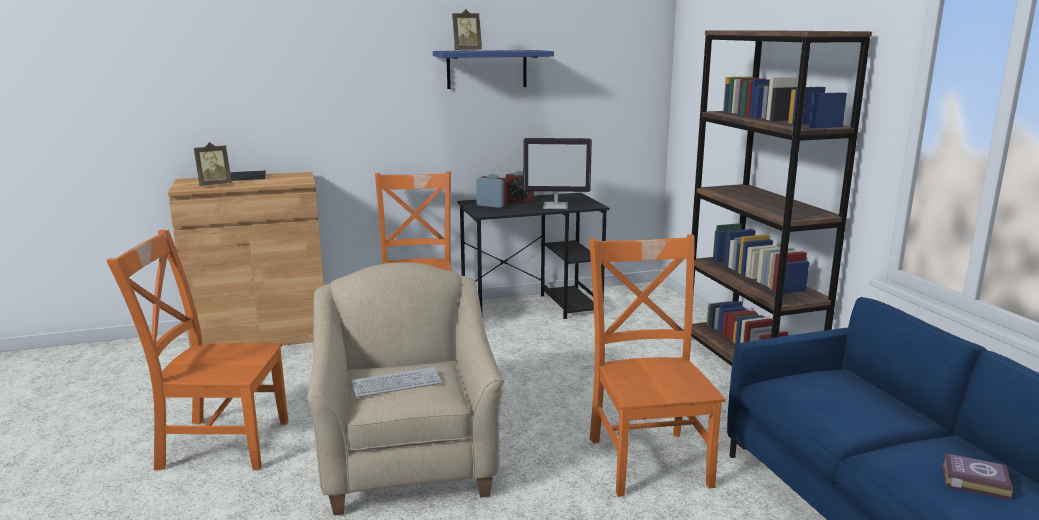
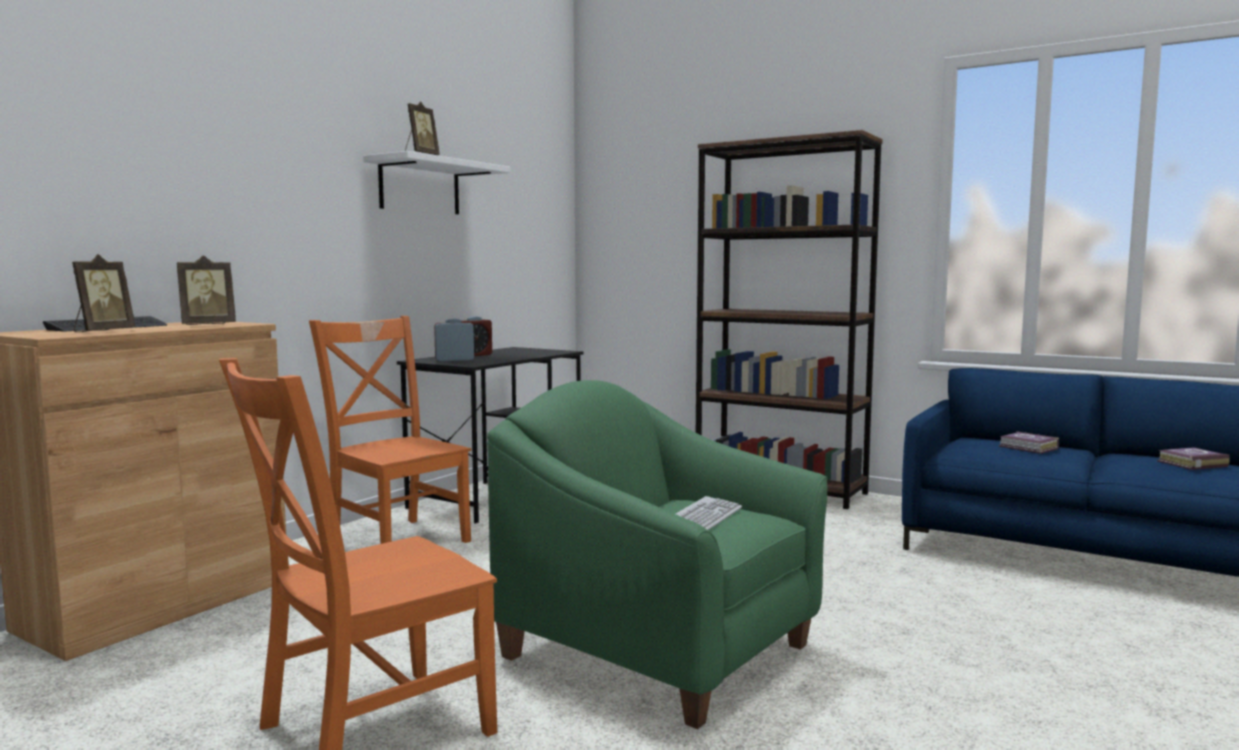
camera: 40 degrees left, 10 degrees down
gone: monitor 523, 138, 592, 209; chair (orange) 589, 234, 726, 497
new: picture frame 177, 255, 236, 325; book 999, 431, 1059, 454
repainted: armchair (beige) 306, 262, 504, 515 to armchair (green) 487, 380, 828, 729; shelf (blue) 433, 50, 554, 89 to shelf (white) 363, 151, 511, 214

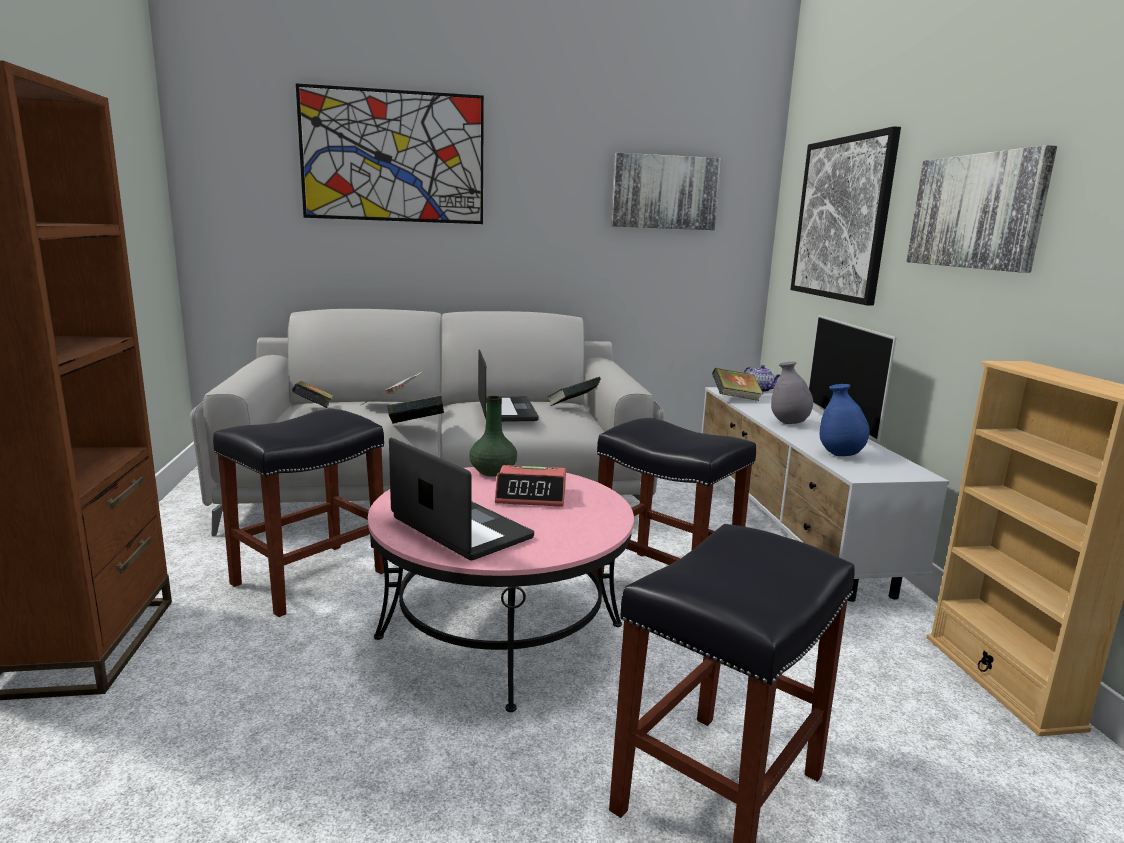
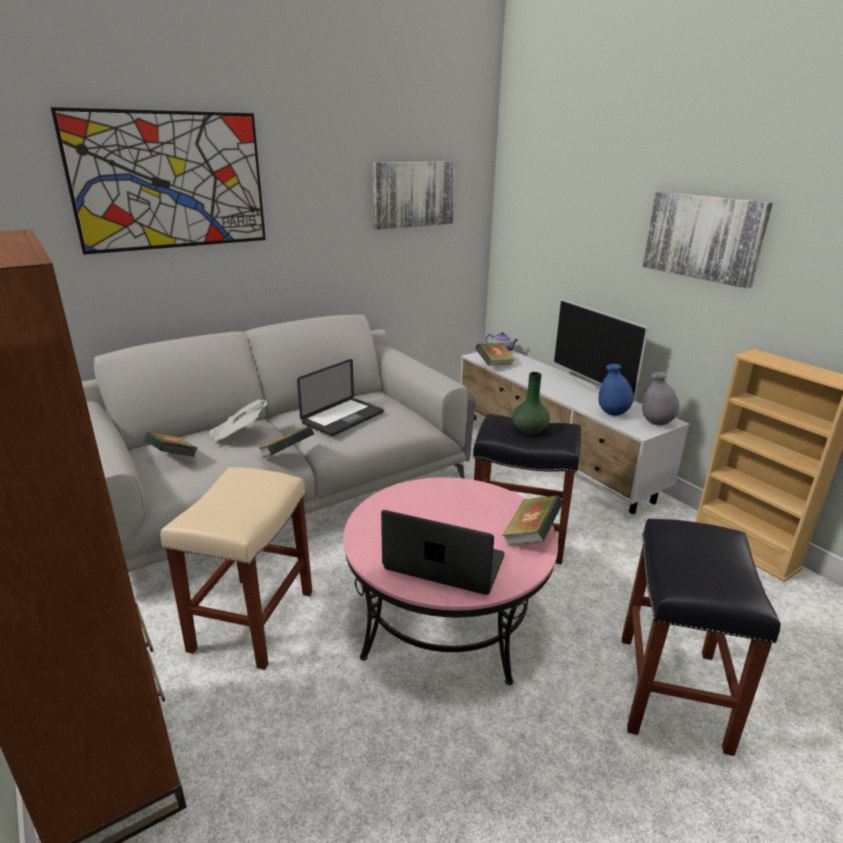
camera: 25 degrees left, 10 degrees up
gone: alarm clock 495, 465, 566, 507; picture 790, 126, 901, 306
shifted: vase (green) 469, 396, 517, 477 to 512, 372, 550, 434; book 547, 377, 601, 406 to 502, 495, 563, 546; vase (grey) 771, 362, 813, 424 to 642, 372, 679, 425
repainted: stool (black) 213, 409, 384, 617 to stool (beige) 161, 467, 312, 670
rotated: laptop 478, 349, 539, 422 = 297, 359, 384, 436 75 degrees clockwise

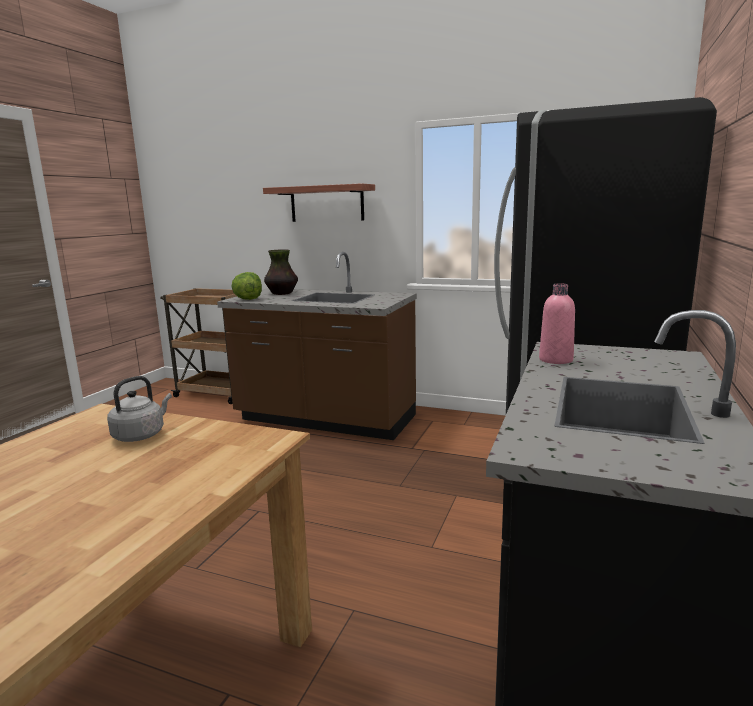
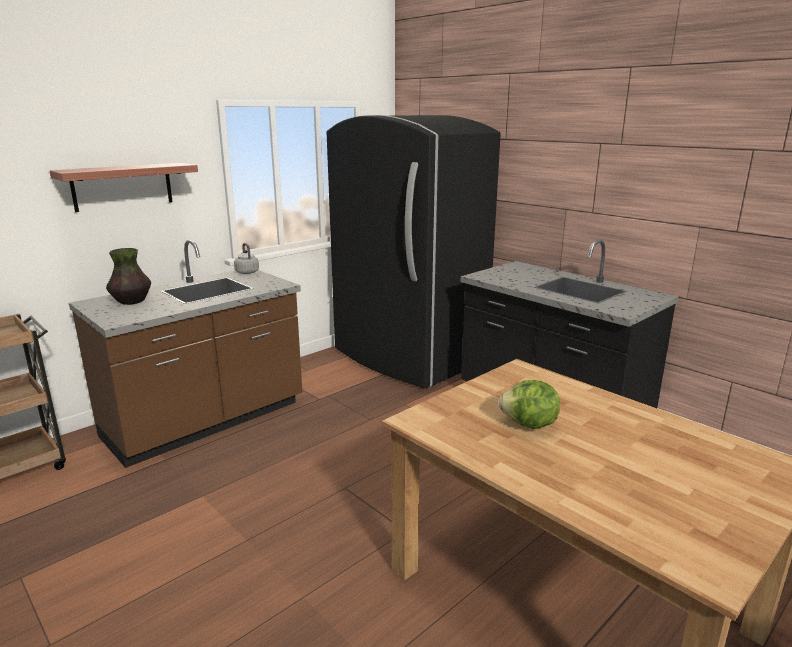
camera: 65 degrees left, 5 degrees up
gone: bottle (pink) 539, 284, 575, 364
shifted: kettle (grey) 107, 376, 172, 442 to 234, 243, 259, 274; lettuce 232, 272, 262, 300 to 498, 380, 560, 429

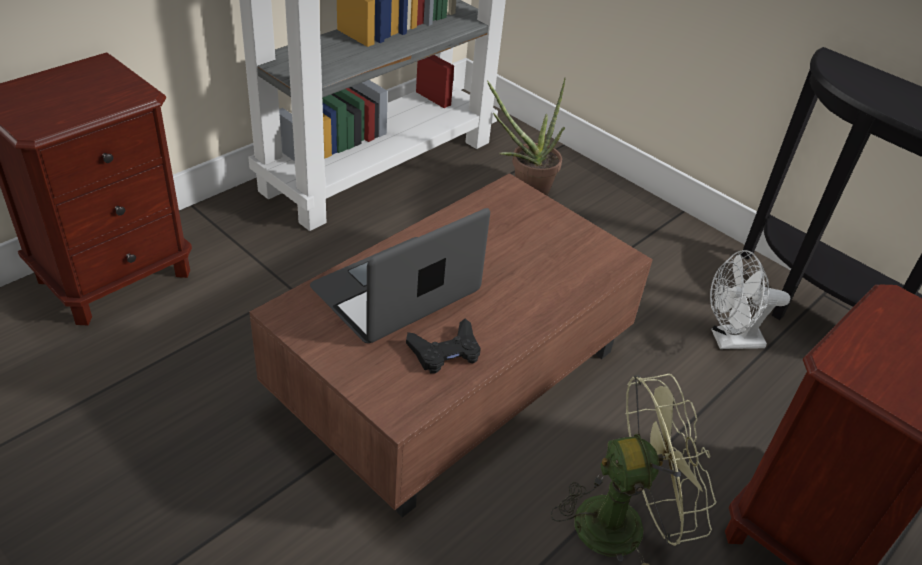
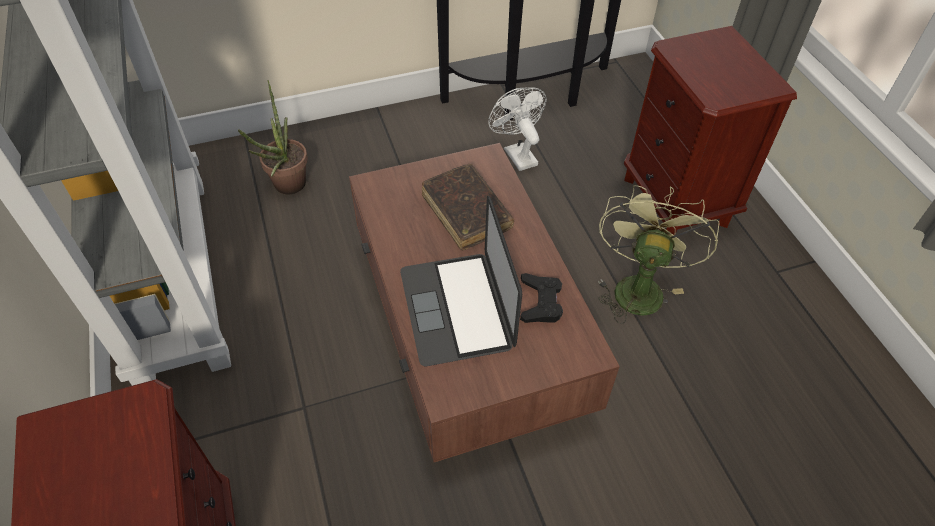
camera: 60 degrees left, 10 degrees up
new: book (brown) 422, 164, 514, 250
rotated: fan (white) 710, 250, 790, 349 = 488, 87, 547, 171 135 degrees clockwise

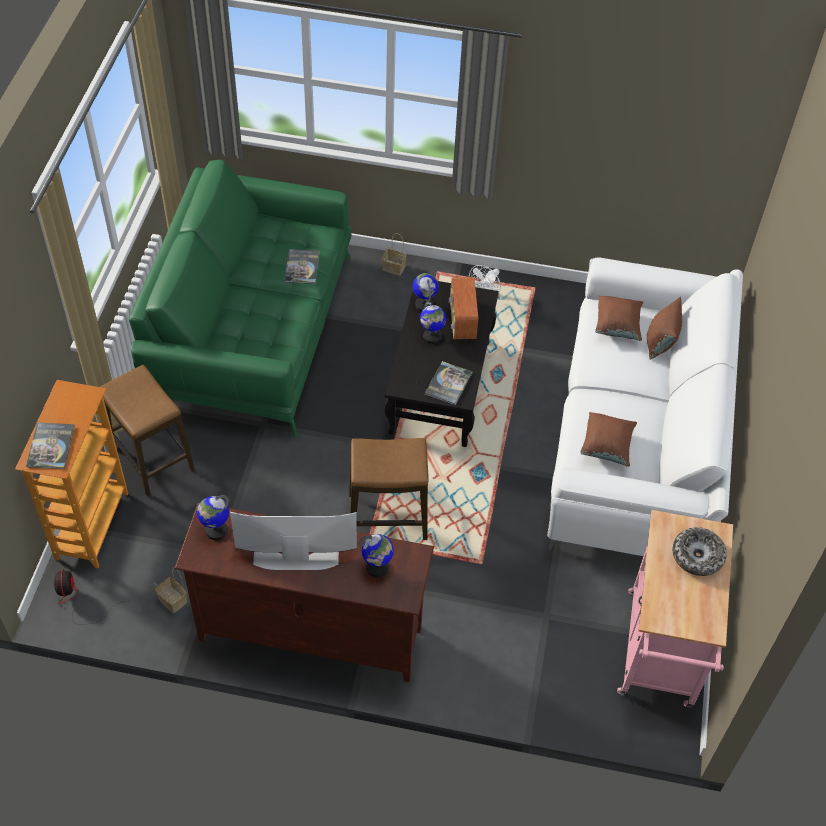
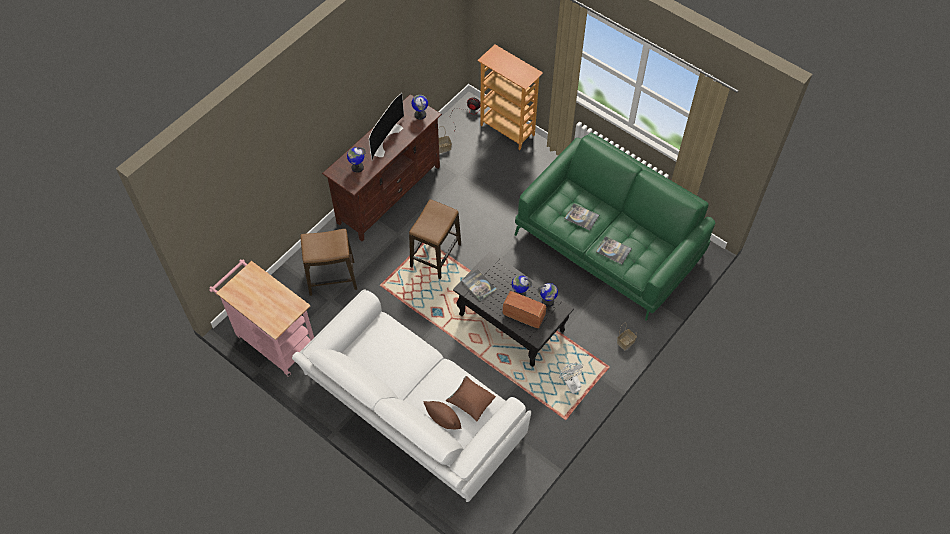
camera: 120 degrees right, 5 degrees up
gone: pillow (brown) 580, 412, 637, 467; bowl 673, 527, 727, 576
shifted: book 26, 423, 75, 469 to 564, 204, 599, 230; stool 100, 365, 195, 496 to 301, 229, 357, 296

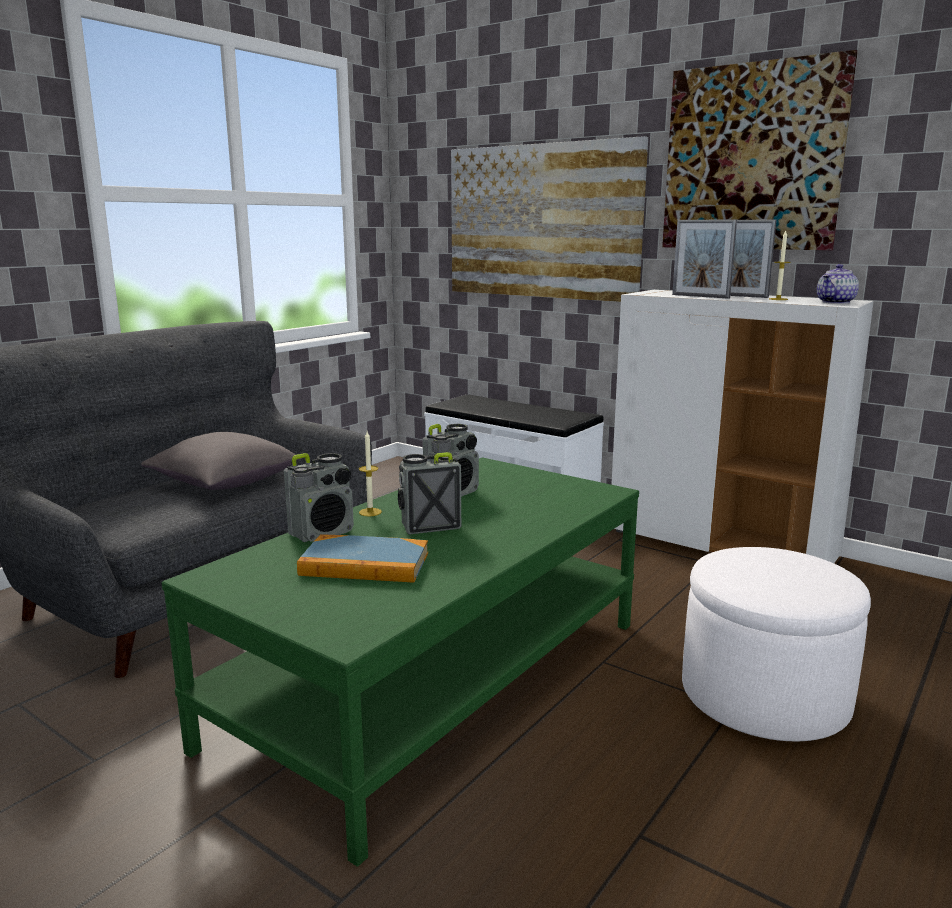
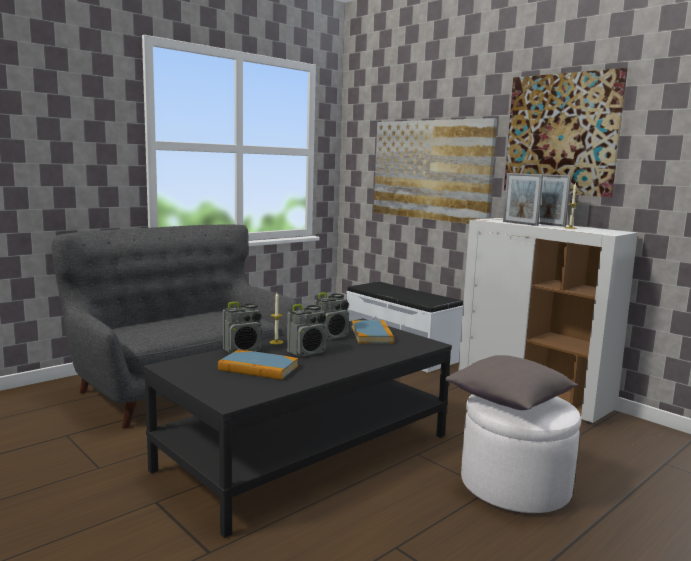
camera: 10 degrees right, 5 degrees down
gone: teapot 817, 264, 859, 304
new: book 352, 320, 394, 343
shifted: pillow (grey) 141, 432, 302, 490 to 445, 355, 578, 410
repainted: coffee table (green) 162, 457, 639, 867 to coffee table (black) 144, 319, 452, 538
rotated: radio 398, 452, 461, 535 = 287, 304, 326, 356 150 degrees clockwise

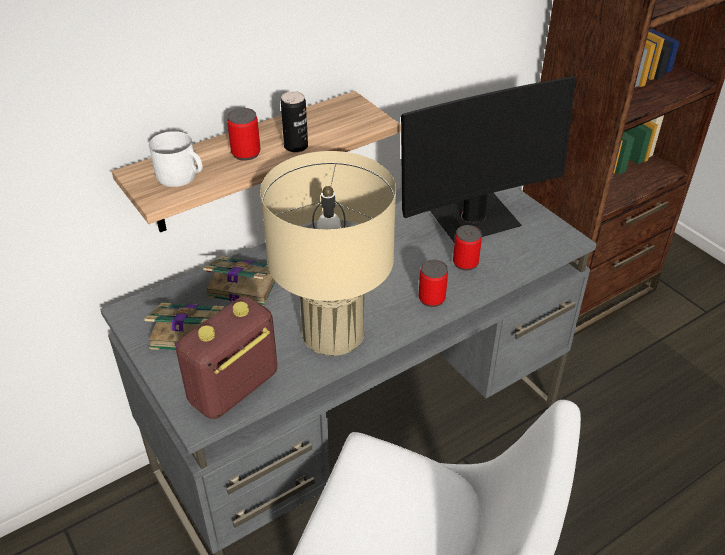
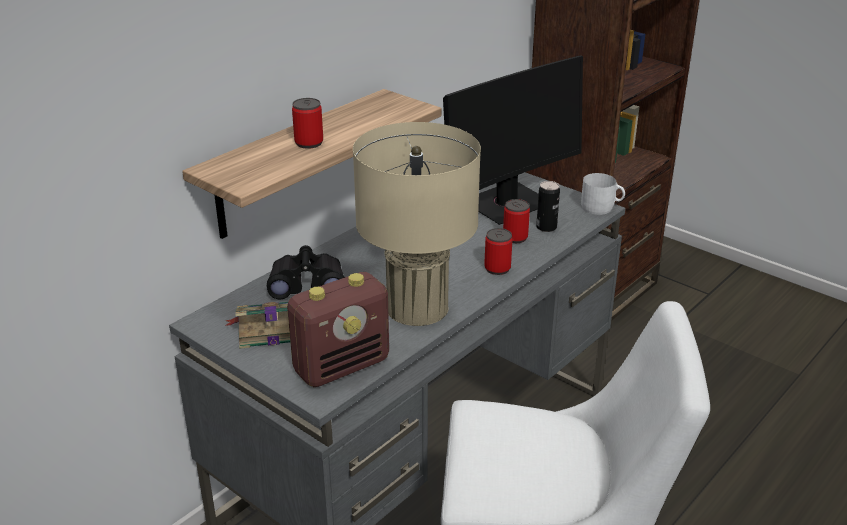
camera: 15 degrees left, 10 degrees down
shifted: mug (white) 149, 131, 203, 187 to 581, 173, 625, 215; can 281, 91, 308, 153 to 536, 181, 560, 232
swapped: book 203, 256, 275, 307 to binoculars (black) 267, 245, 345, 300
rotated: radio 176, 296, 277, 419 = 287, 272, 389, 387 150 degrees counterclockwise

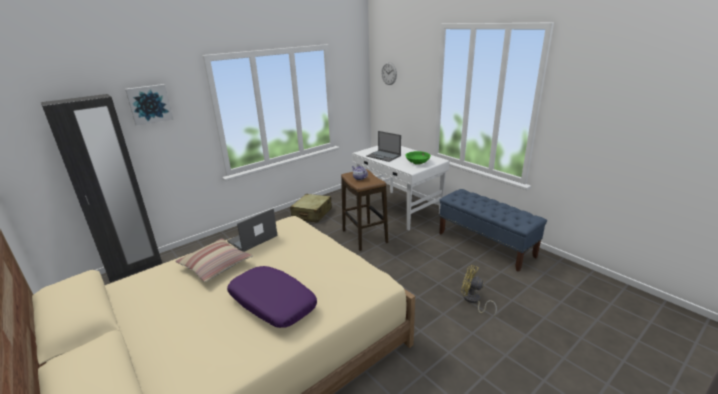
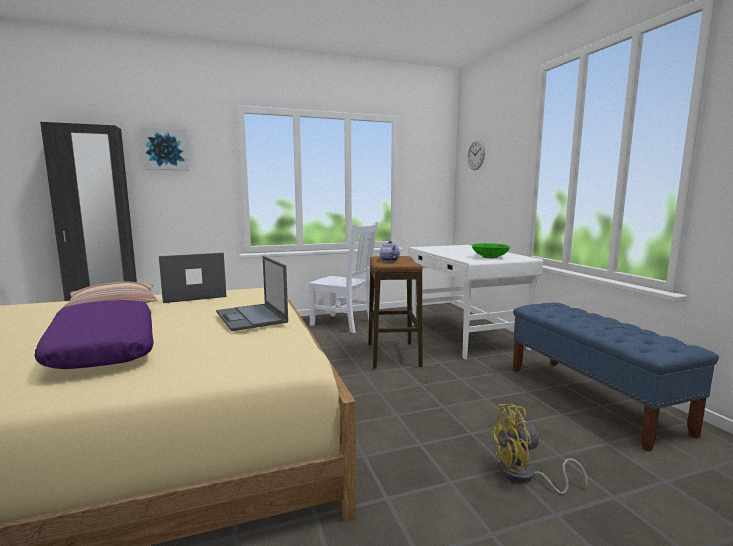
camera: 20 degrees right, 15 degrees down
shifted: laptop 366, 131, 401, 162 to 216, 256, 288, 331
swapped: suitcase (beige) 290, 194, 332, 223 to chair (white) 309, 221, 378, 333
rotated: fan (yellow) 461, 265, 497, 316 = 489, 404, 588, 494 60 degrees counterclockwise

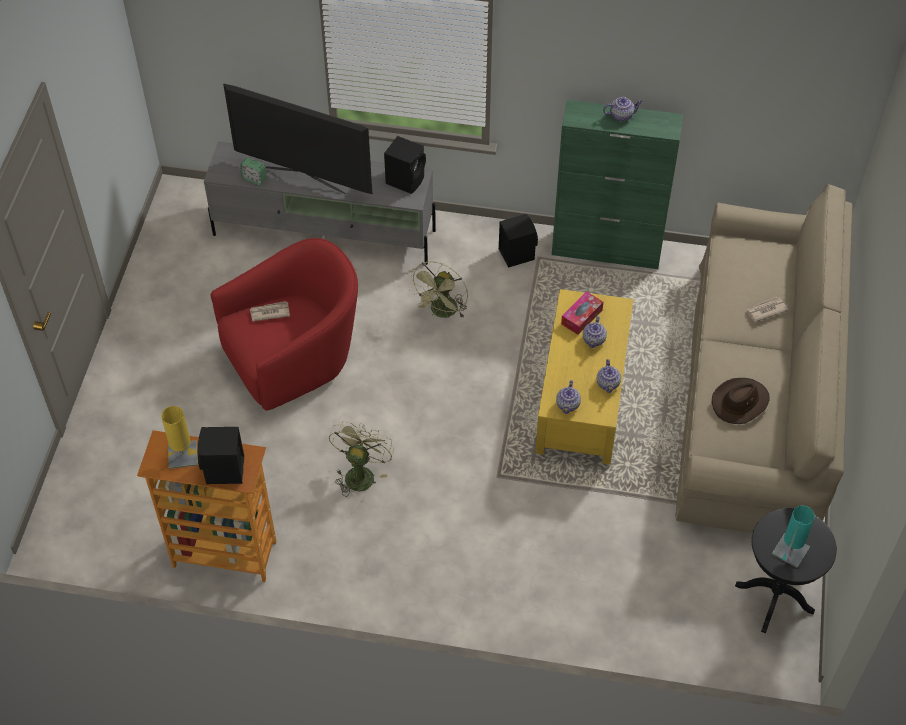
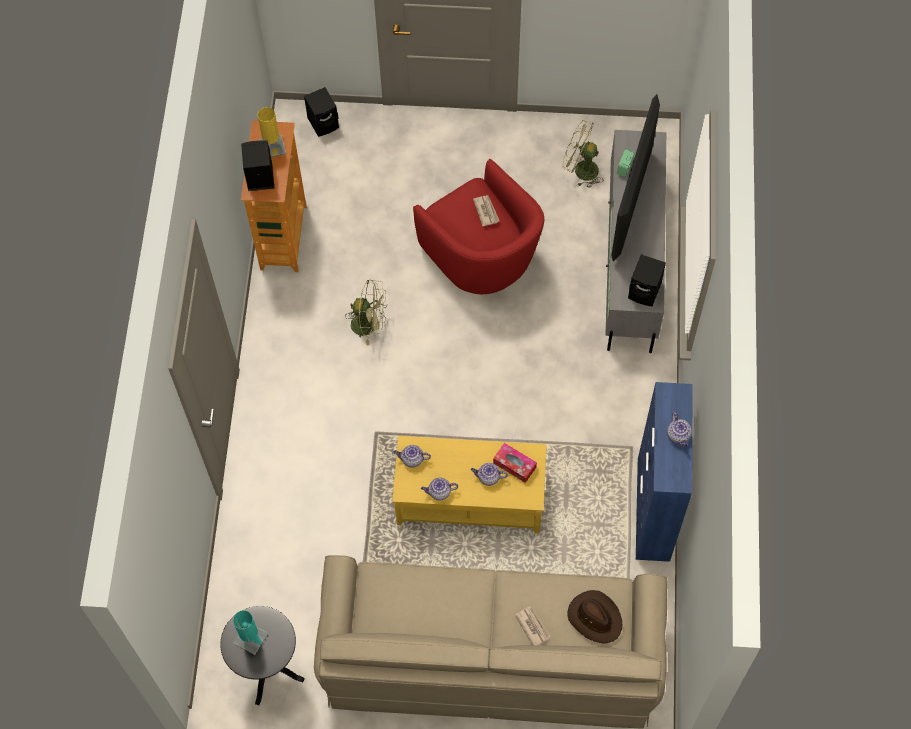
camera: 85 degrees right, 10 degrees up
shifted: fan (green) 409, 261, 468, 318 to 563, 120, 603, 188; speaker (black) 499, 214, 538, 268 to 304, 87, 339, 137; hat (brown) 712, 378, 770, 424 to 567, 590, 622, 643
repainted: cabinet (green) 552, 100, 683, 269 to cabinet (blue) 636, 382, 693, 562

